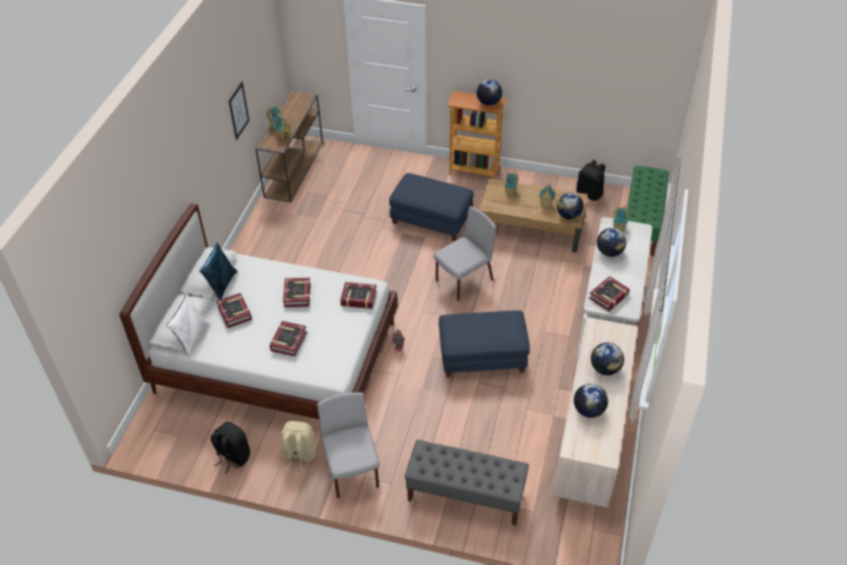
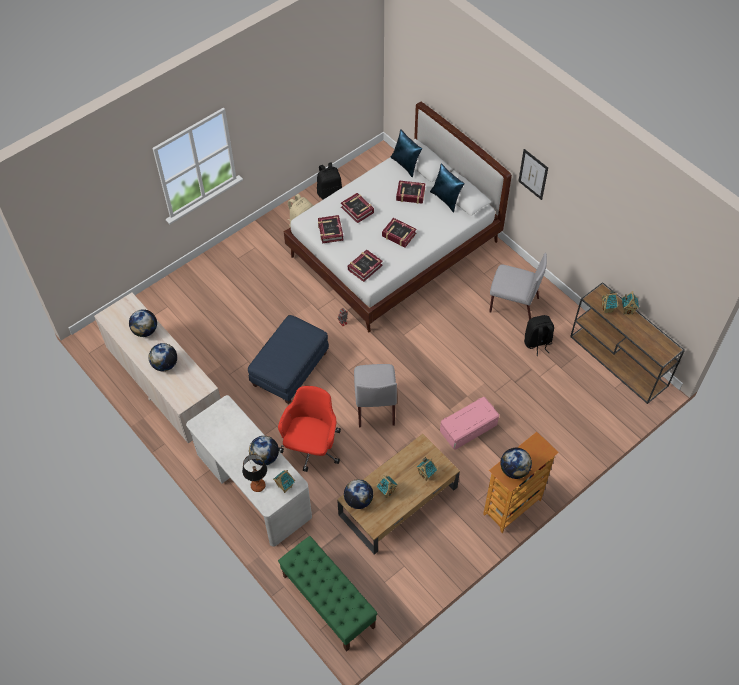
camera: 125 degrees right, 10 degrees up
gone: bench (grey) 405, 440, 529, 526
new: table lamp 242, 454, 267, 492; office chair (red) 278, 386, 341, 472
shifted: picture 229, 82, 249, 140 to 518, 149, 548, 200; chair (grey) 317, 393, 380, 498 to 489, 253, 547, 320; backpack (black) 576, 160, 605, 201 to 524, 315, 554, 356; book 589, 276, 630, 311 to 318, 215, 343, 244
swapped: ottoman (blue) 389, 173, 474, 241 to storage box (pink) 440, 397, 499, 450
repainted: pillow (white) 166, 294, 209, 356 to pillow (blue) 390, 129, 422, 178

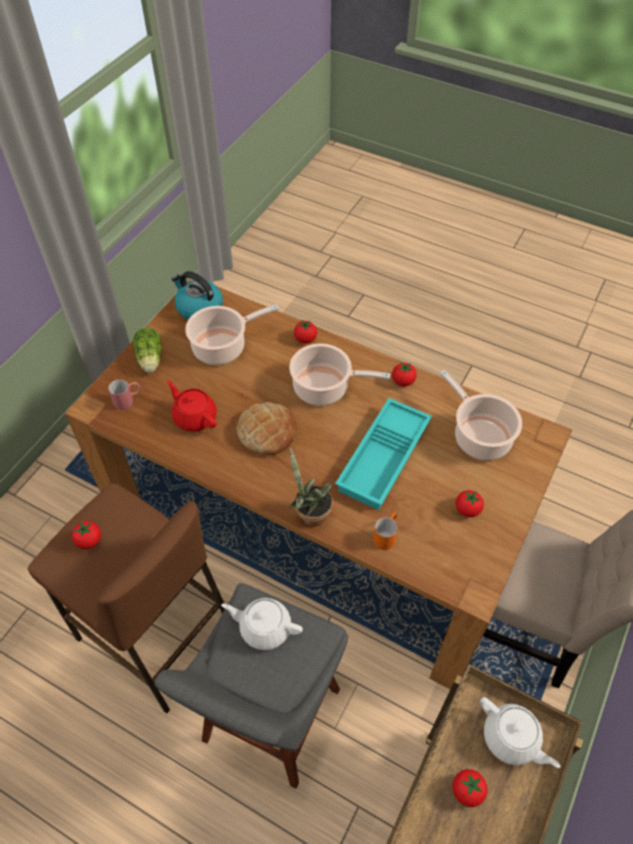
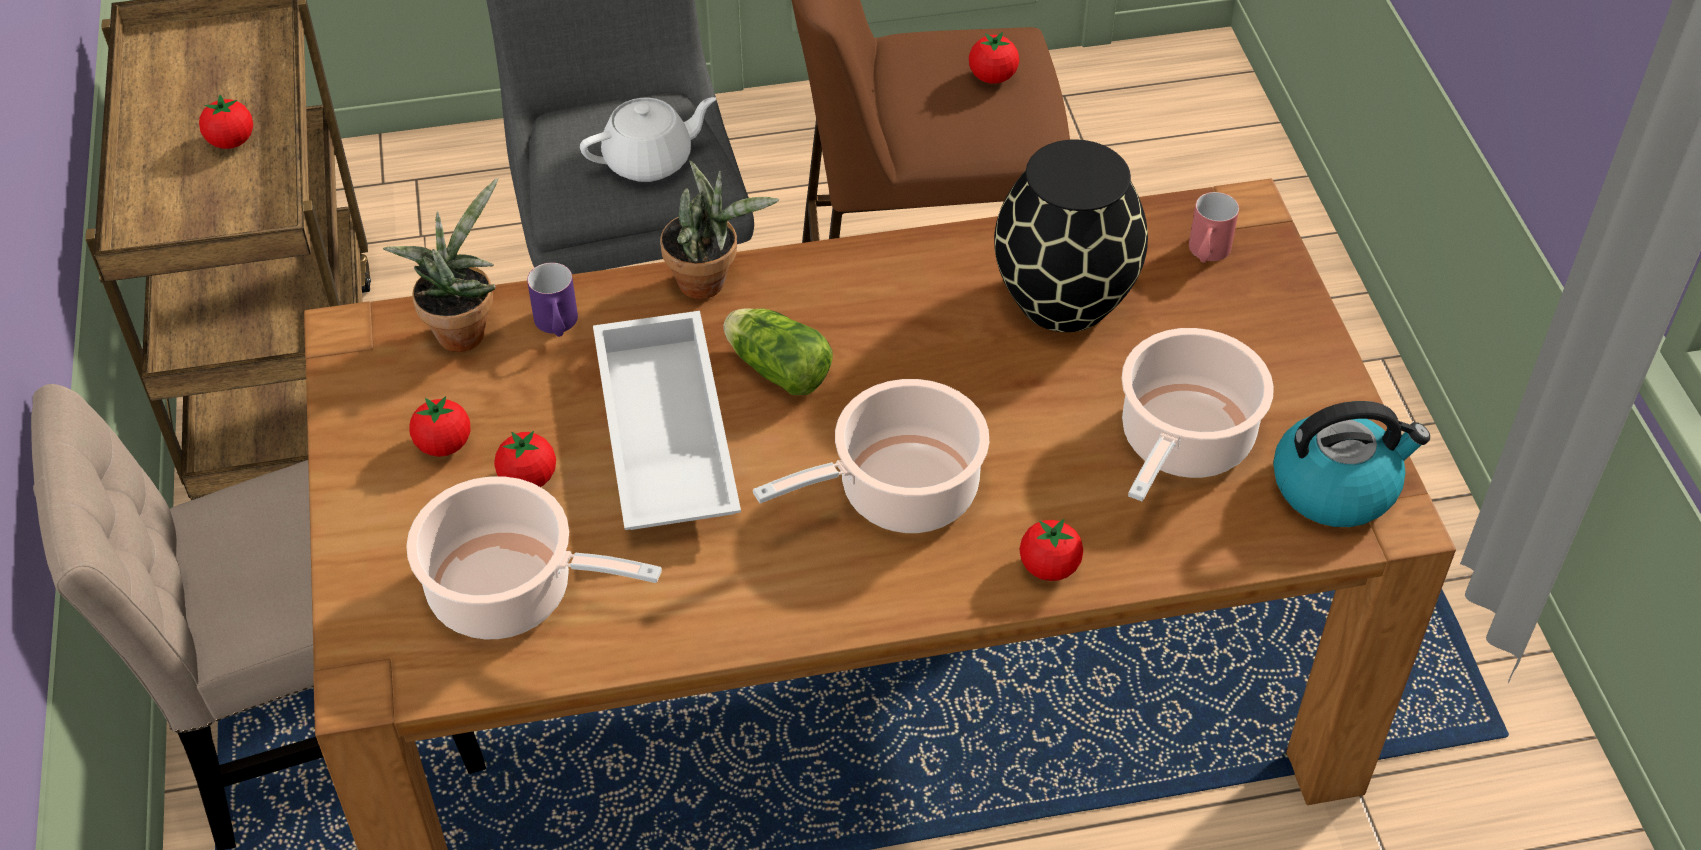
camera: 140 degrees right, 5 degrees down
gone: bread 237, 402, 297, 455; teapot (white) 480, 697, 560, 768
new: potted plant 383, 178, 498, 352
shifted: lettuce 133, 328, 161, 373 to 723, 308, 833, 395; tomato 392, 362, 416, 387 to 494, 431, 556, 487
swapped: teapot (red) 167, 380, 217, 431 to vase (black) 994, 139, 1148, 332
repainted: tray (turquoise) 335, 398, 432, 510 to tray (white) 593, 311, 741, 530; mug (orange) 373, 513, 398, 550 to mug (purple) 527, 263, 578, 337

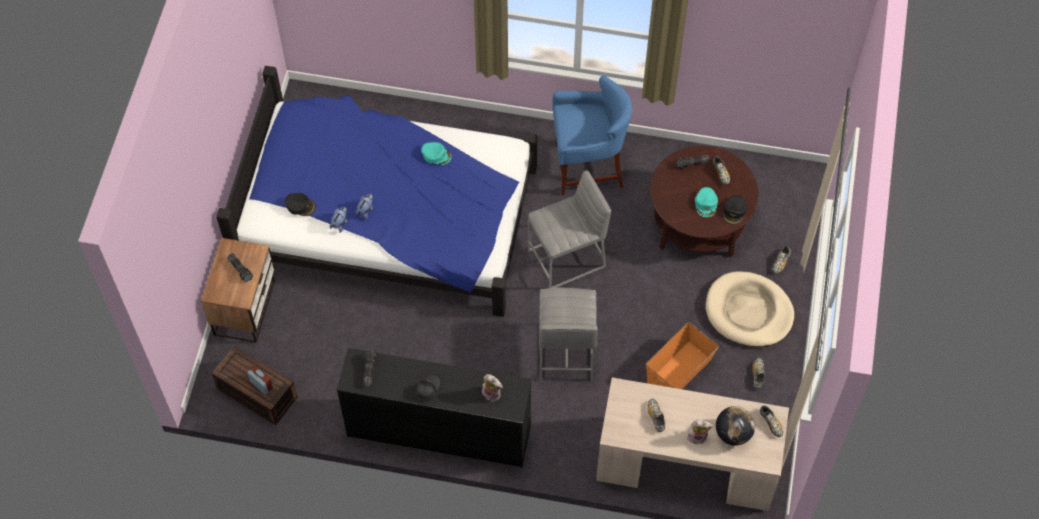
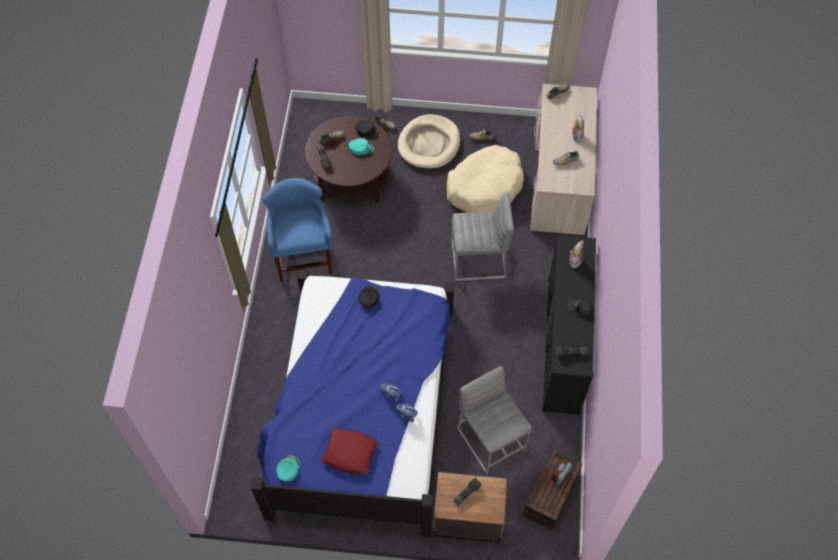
camera: 95 degrees left, 0 degrees up
gone: globe 716, 406, 755, 446
new: pillow (red) 320, 429, 378, 474
shifted: cap (black) 285, 193, 316, 216 to 359, 285, 380, 307; cap (turquoise) 421, 142, 451, 165 to 276, 455, 299, 481; stool (grey) 528, 170, 611, 288 to 457, 366, 532, 474
swapped: storage box (orange) 646, 322, 719, 389 to dog bed (beige) 447, 145, 524, 213

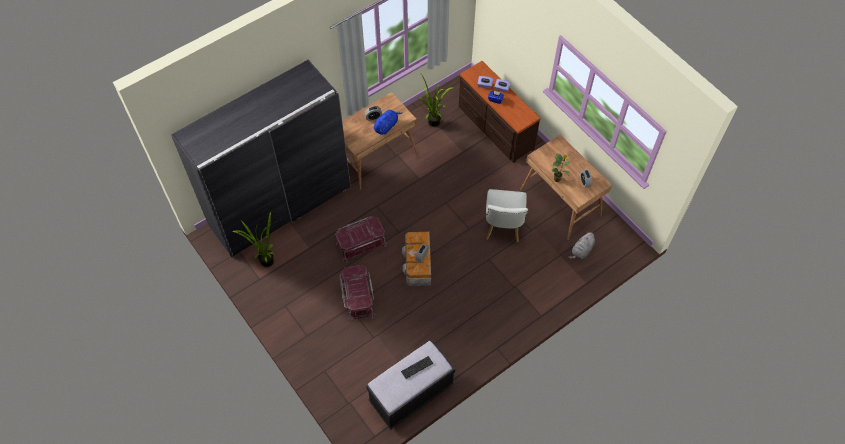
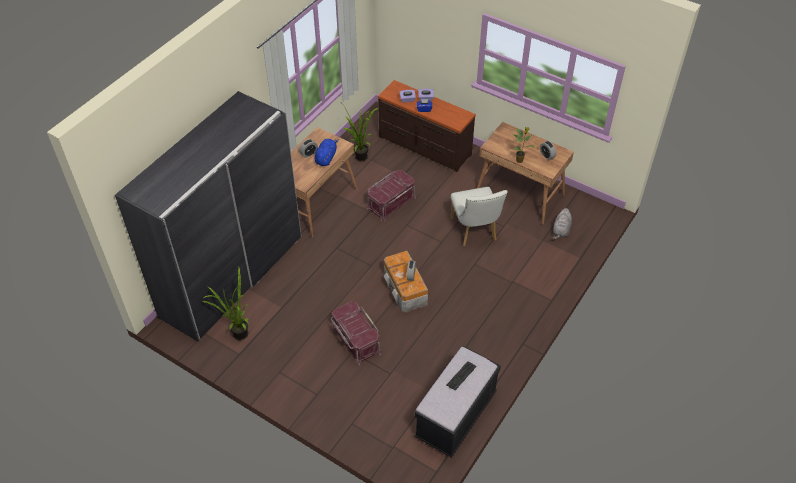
camera: 20 degrees left, 10 degrees down
shifted: storage box (red) 335, 217, 387, 262 to 366, 170, 416, 221

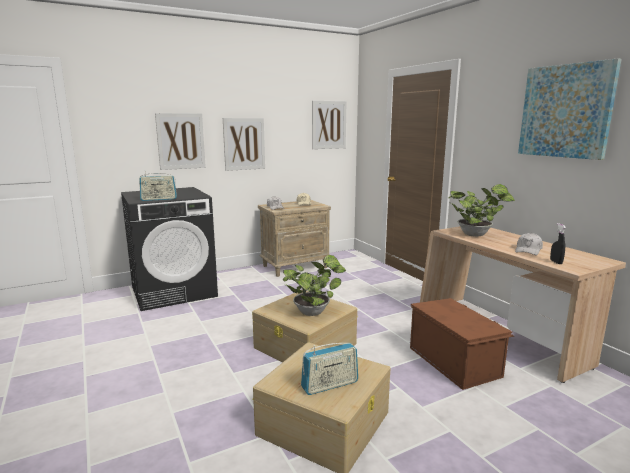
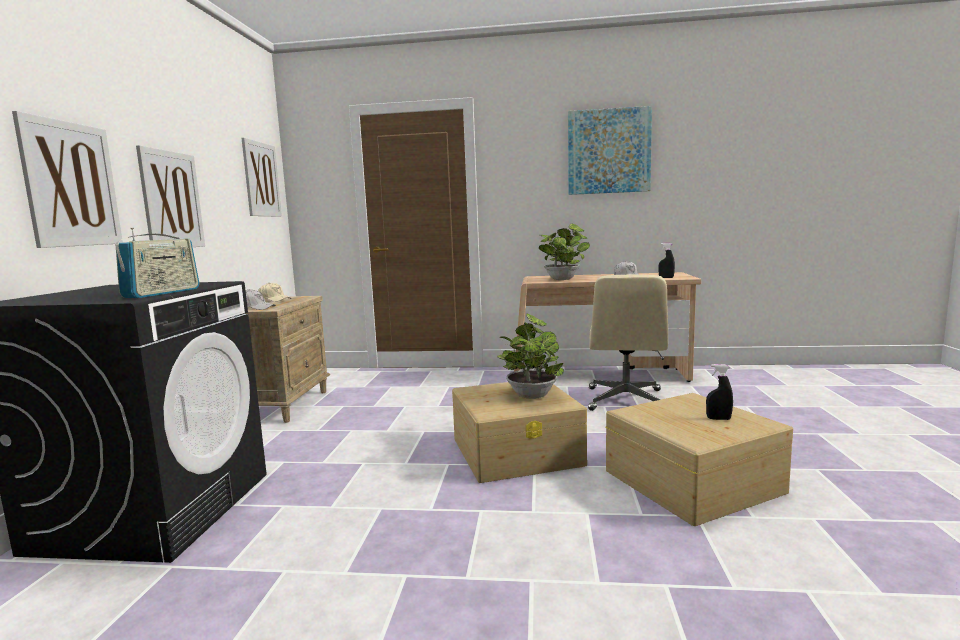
camera: 55 degrees left, 5 degrees down
swapped: radio 301, 343, 358, 395 to spray bottle (black) 706, 364, 733, 420; storage box (brown) 410, 298, 514, 390 to office chair (beige) 588, 275, 668, 411

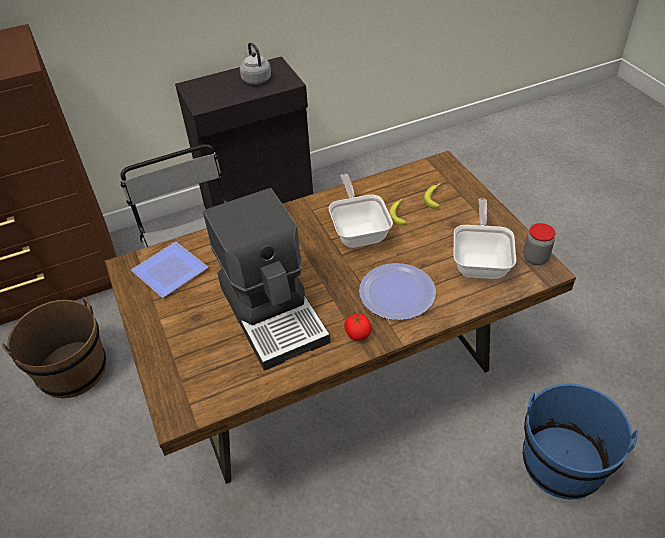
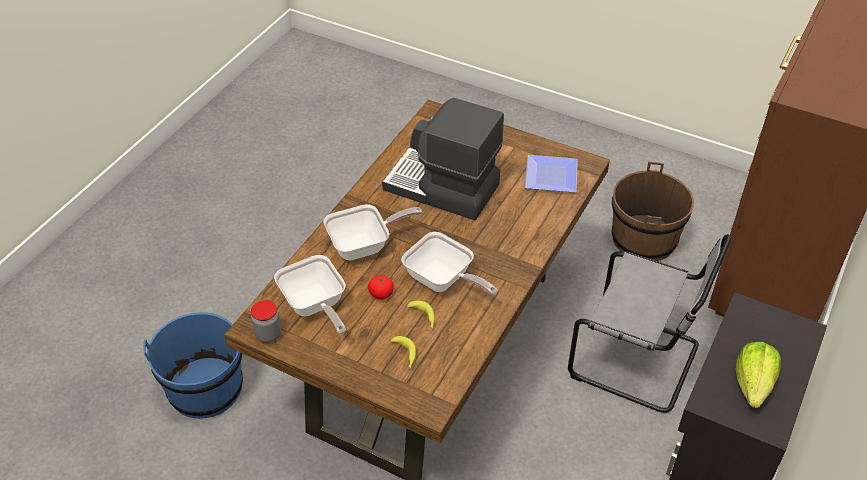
camera: 140 degrees right, 0 degrees up
shifted: tomato 344, 314, 371, 341 to 368, 275, 394, 300
swapped: kettle (grey) 240, 42, 271, 85 to lettuce 736, 342, 781, 408; plate 359, 263, 436, 320 to frying pan 324, 204, 422, 260

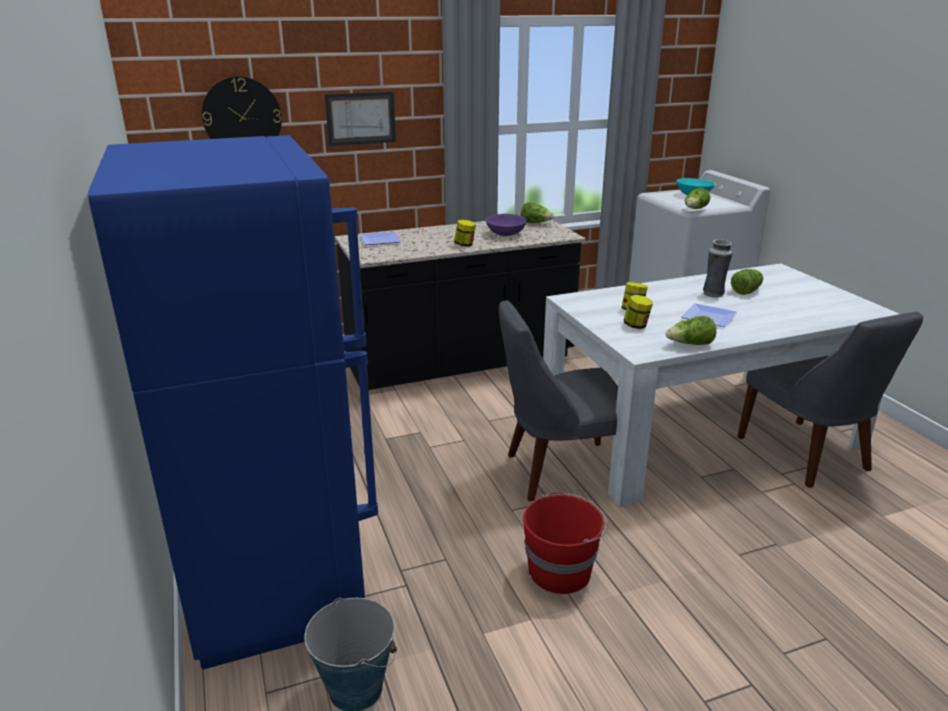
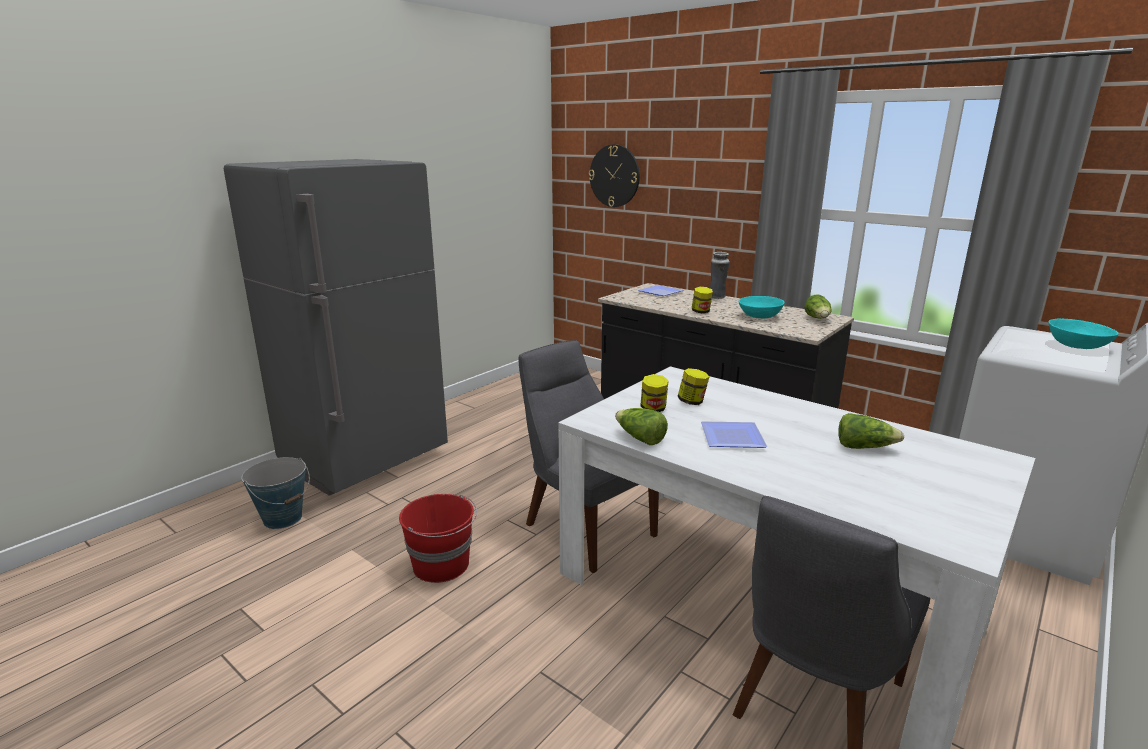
camera: 60 degrees right, 5 degrees down
gone: picture 324, 92, 396, 146; lettuce 685, 188, 710, 209
shifted: vase 703, 239, 732, 297 to 710, 252, 730, 299
repainted: fridge (blue) 88, 135, 378, 669 to fridge (grey) 224, 159, 448, 496; bowl (purple) 486, 214, 527, 236 to bowl (turquoise) 738, 296, 785, 318

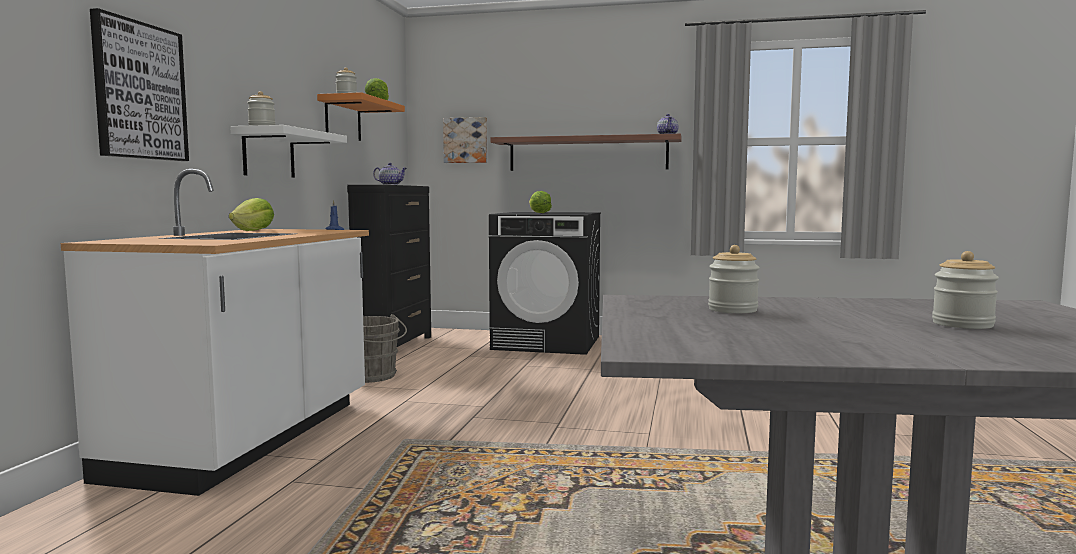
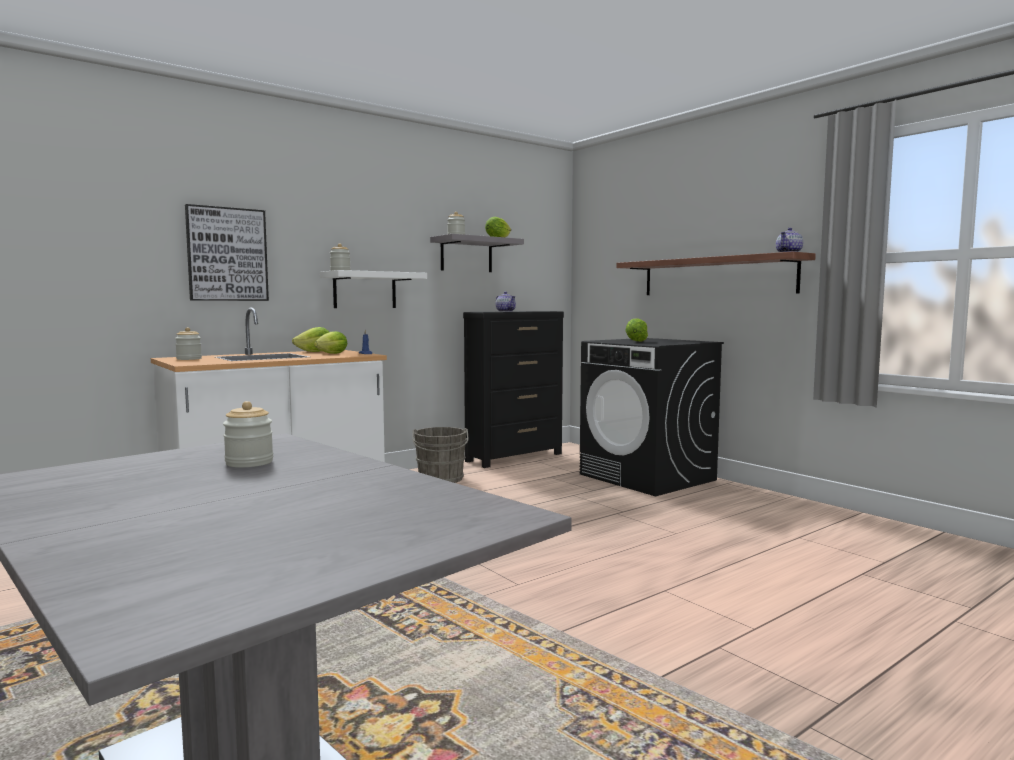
camera: 40 degrees right, 0 degrees up
gone: picture 443, 117, 487, 163
new: lettuce 314, 331, 347, 354
shifted: jar 932, 251, 999, 329 to 175, 327, 202, 360
repainted: shelf (orange) 317, 92, 405, 141 to shelf (grey) 430, 234, 524, 272

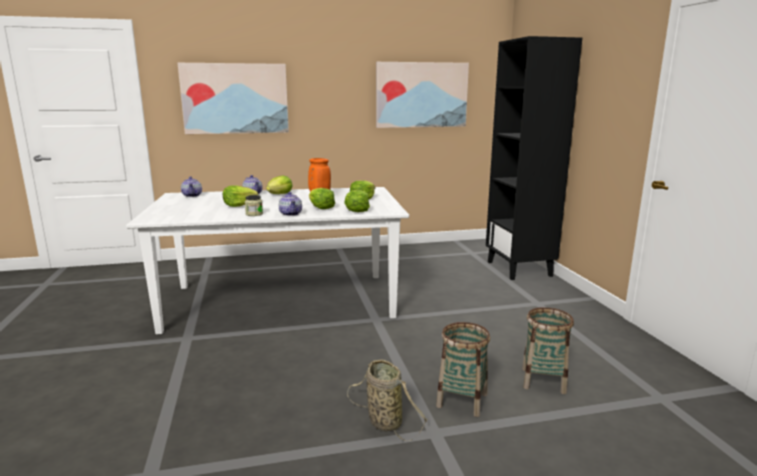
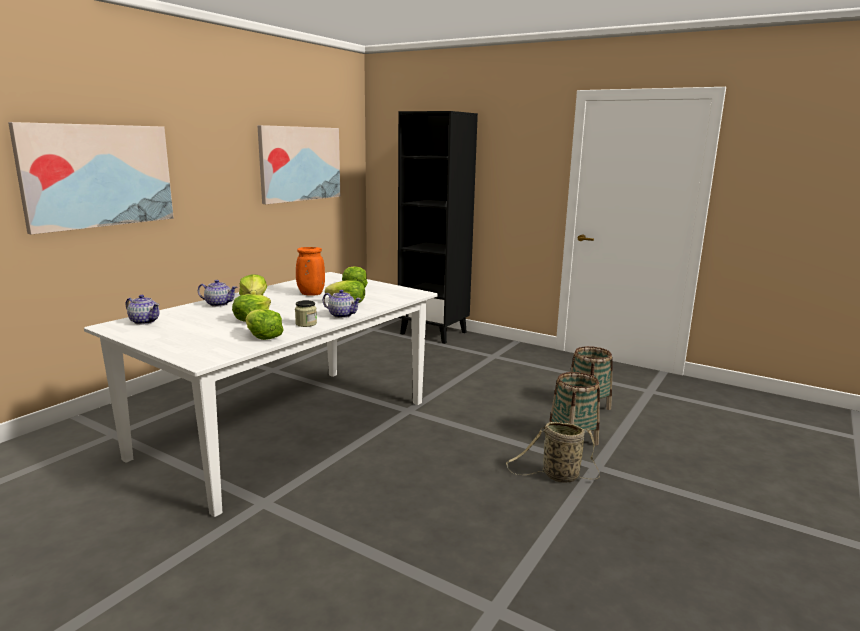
camera: 45 degrees left, 0 degrees up
shifted: lettuce 344, 190, 370, 212 to 246, 309, 284, 340

